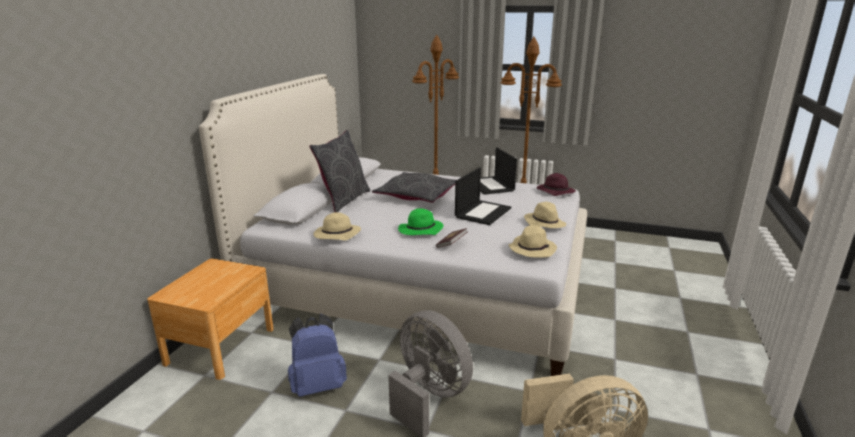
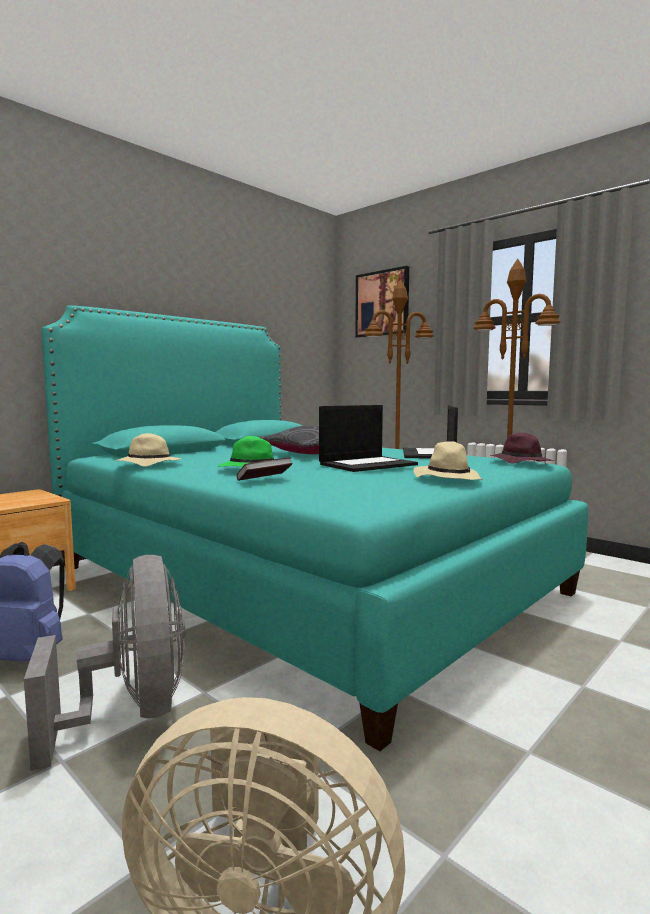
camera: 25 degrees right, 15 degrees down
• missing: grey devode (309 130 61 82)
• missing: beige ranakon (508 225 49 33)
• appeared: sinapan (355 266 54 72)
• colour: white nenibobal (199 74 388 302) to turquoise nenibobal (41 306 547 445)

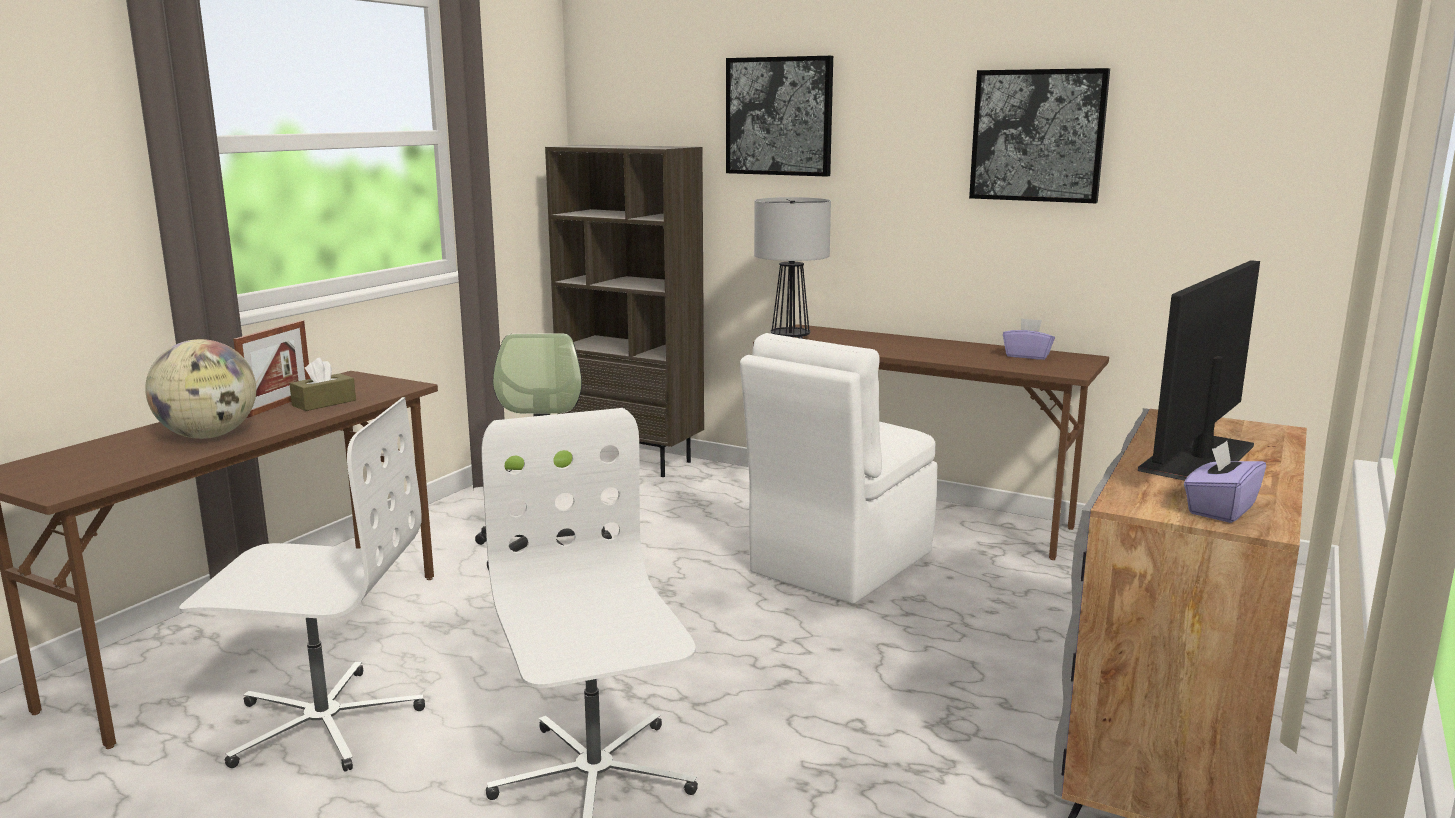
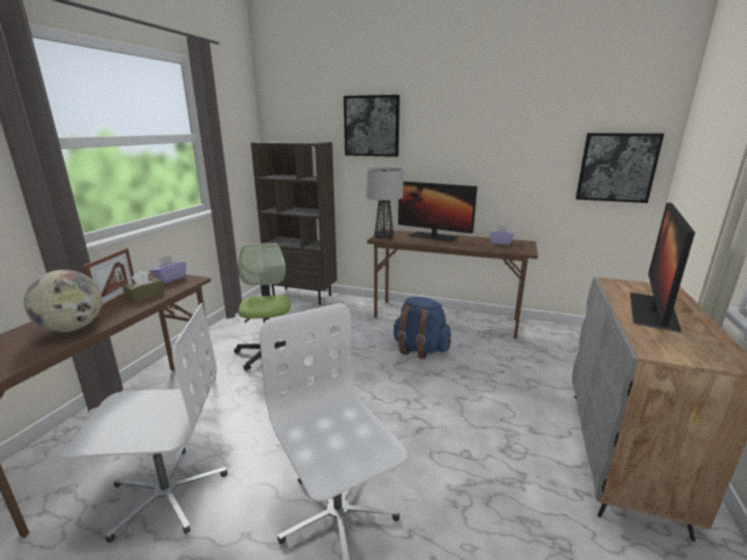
camera: 10 degrees left, 5 degrees up
• appeared: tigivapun (398 181 79 61)
• relocated: sinapan (969 68 141 135) to (576 133 88 70)
• relocated: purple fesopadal (1184 441 82 82) to (150 255 36 28)
• exchanged: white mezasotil (740 333 197 271) to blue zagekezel (394 297 57 62)

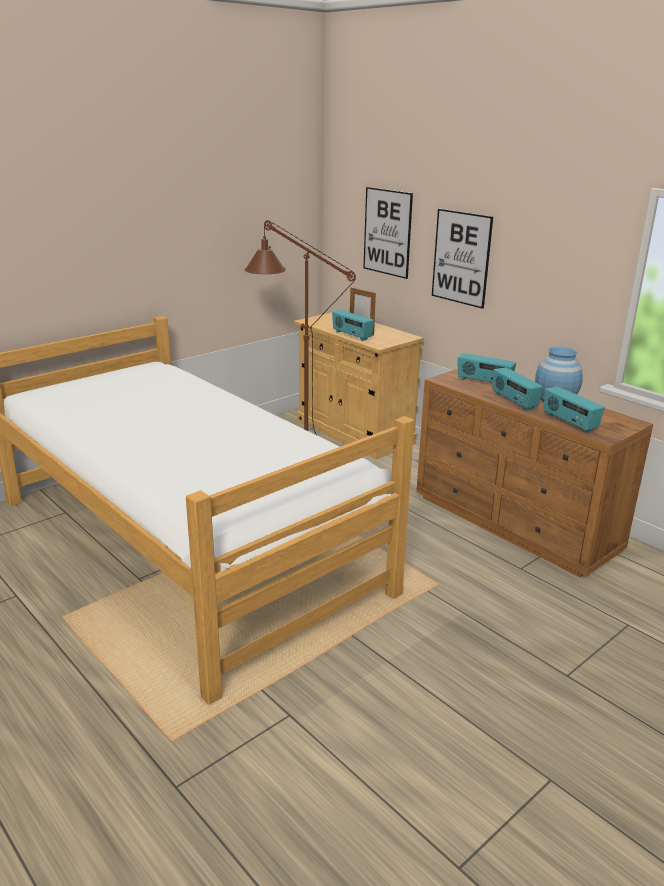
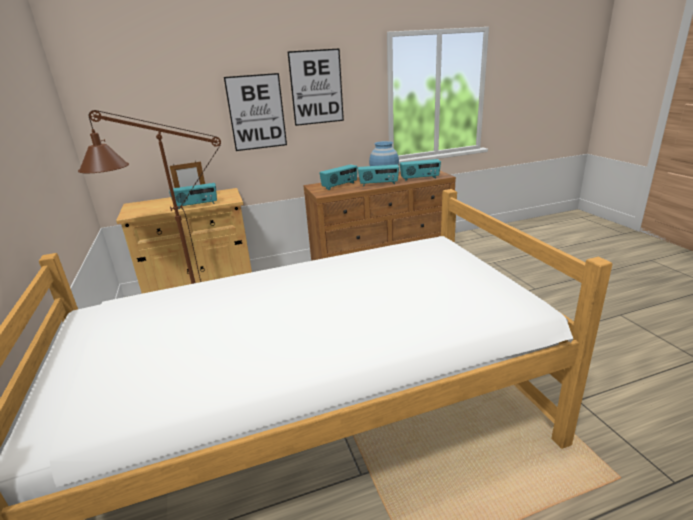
camera: 65 degrees left, 0 degrees up
• relocated: sinapan (363 187 50 92) to (288 48 56 78)

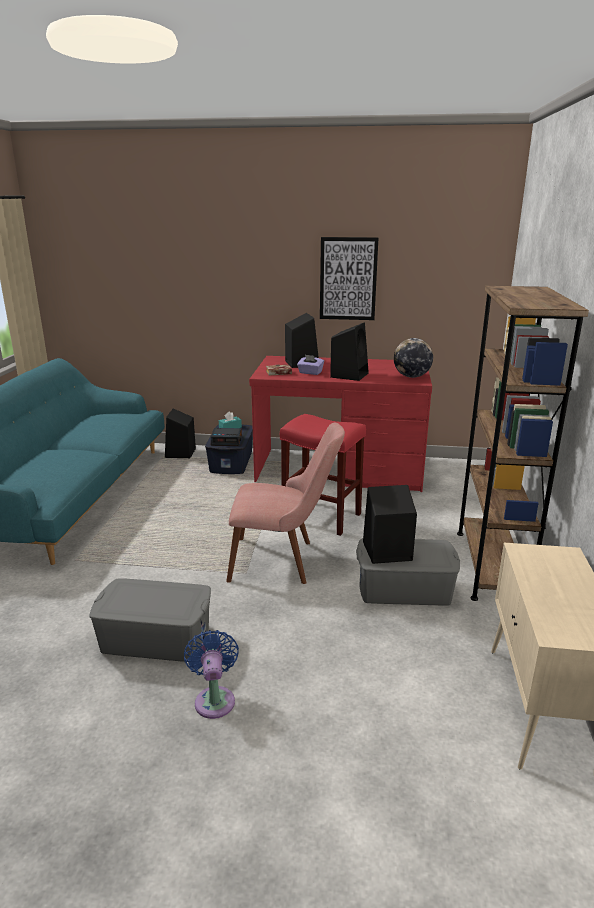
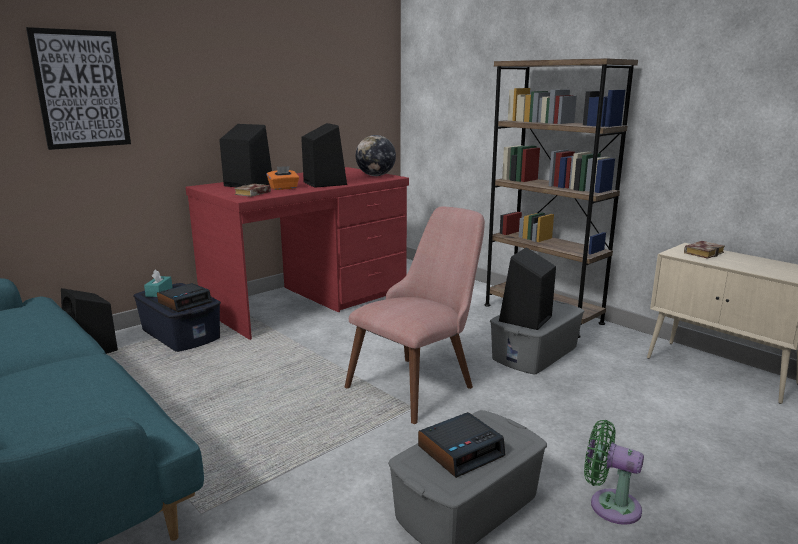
camera: 50 degrees left, 5 degrees down
• missing: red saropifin (280 414 86 122)
• appeared: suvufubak (418 412 87 66)
• appeared: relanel (684 241 41 18)
• relocated: sinapan (320 237 59 83) to (26 27 105 123)
• colour: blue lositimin (184 630 55 89) to green lositimin (584 420 60 105)
• colour: purple fesopadal (297 355 27 20) to orange fesopadal (267 166 32 24)

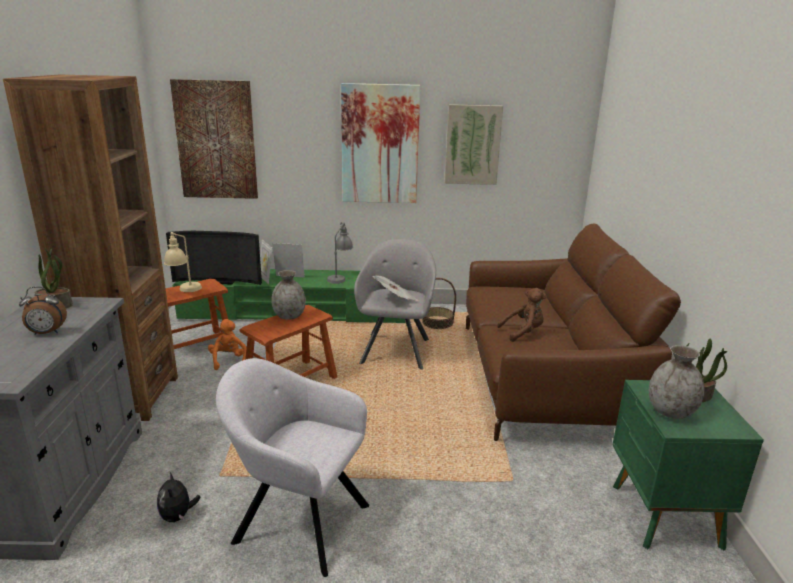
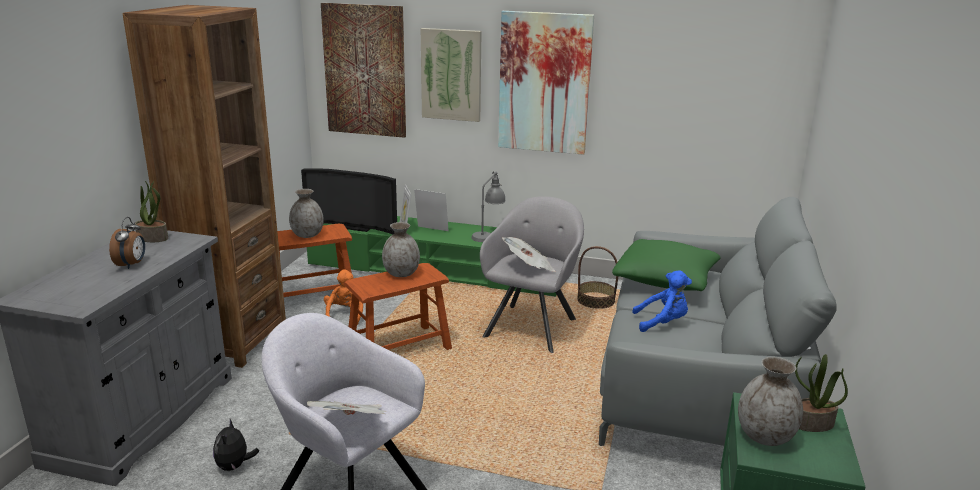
camera: 15 degrees right, 0 degrees up
• appeared: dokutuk (307 401 79 14)
• appeared: green devode (612 239 109 52)
• relocated: sinapan (445 104 58 81) to (421 28 61 94)
• exchanged: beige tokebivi (164 232 38 60) to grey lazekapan (289 189 35 49)
• colour: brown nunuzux (466 224 215 217) to grey nunuzux (599 197 238 249)
• colour: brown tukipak (497 288 50 54) to blue tukipak (632 271 60 61)
• spun: suvufubak (19 287 48 48) = (109 217 36 52) 90 degrees counterclockwise

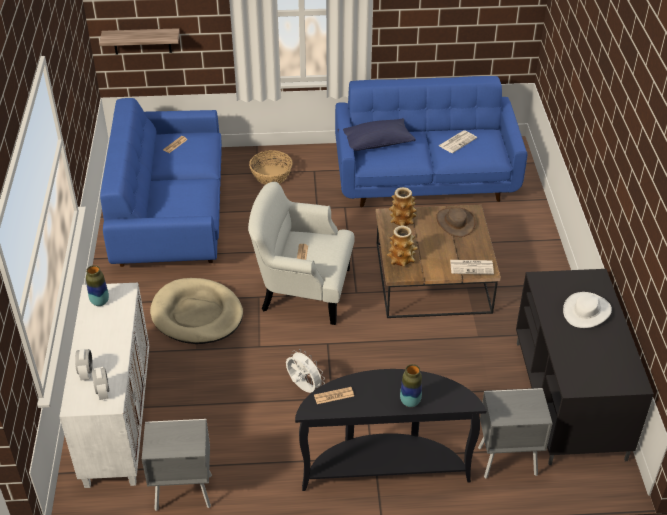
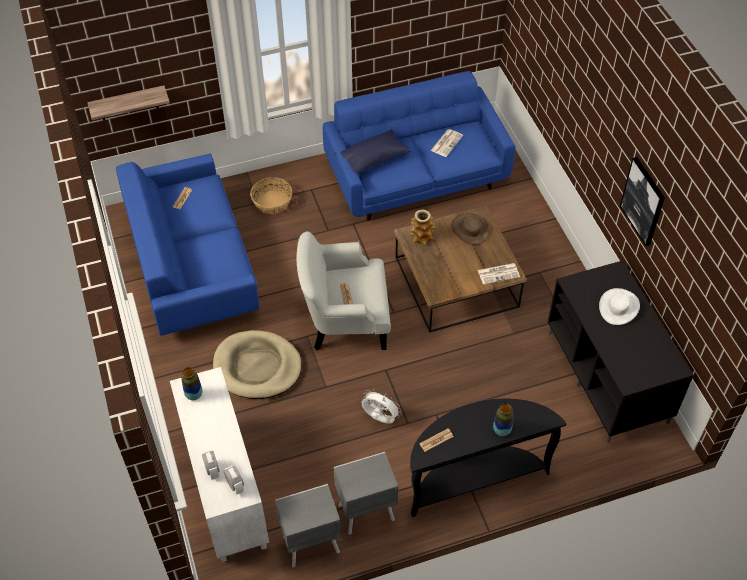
camera: 15 degrees left, 10 degrees up
• missing: lazekapan (387 225 31 42)
• appeared: sinapan (620 157 45 89)
• relocated: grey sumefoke (478 388 75 91) to (334 452 64 83)

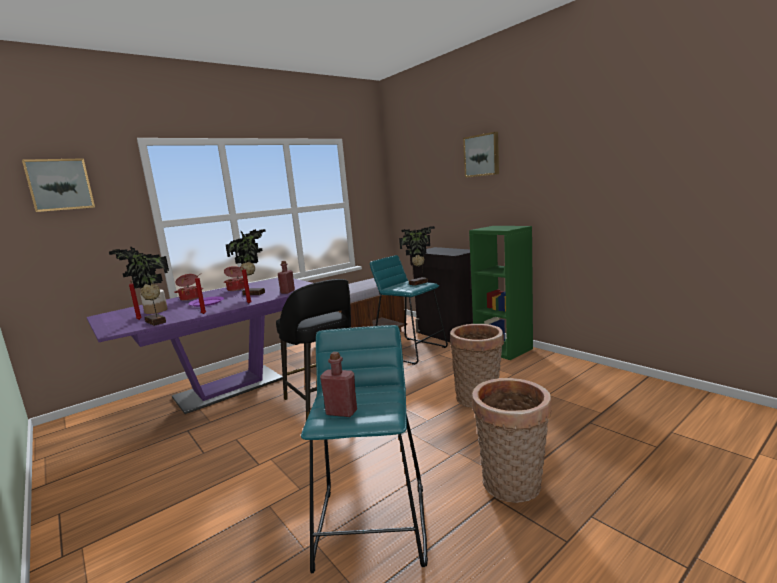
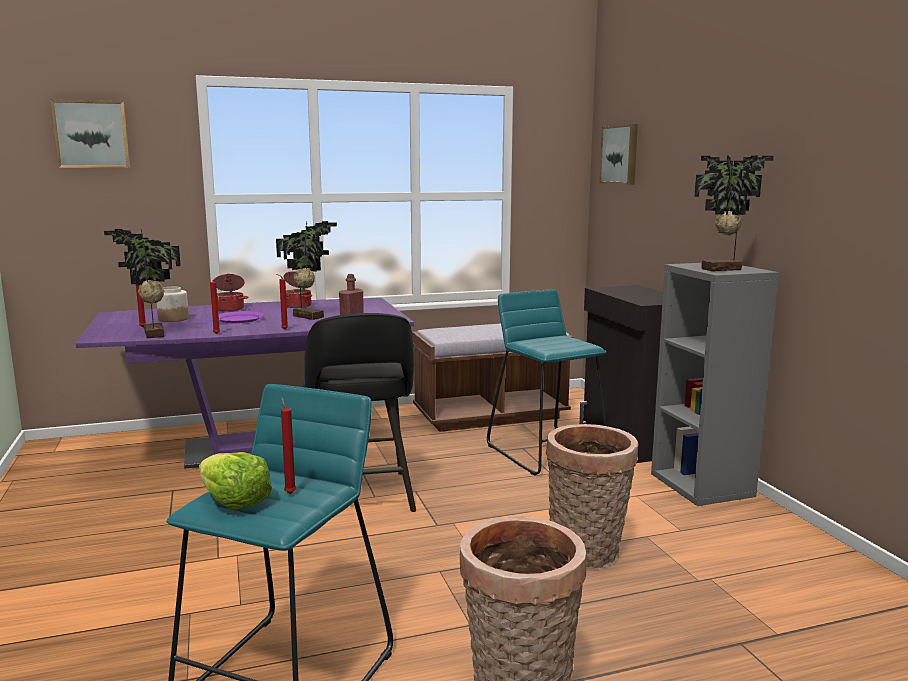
camera: 20 degrees right, 0 degrees up
• appeared: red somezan (281 397 15 97)
• relocated: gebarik (399 226 36 60) to (694 155 80 116)
• relocated: sinapan (463 132 36 46) to (600 124 38 61)
• exchanged: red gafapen (320 352 37 65) to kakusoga (199 452 73 58)
• colour: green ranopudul (469 226 64 134) to grey ranopudul (651 263 128 243)

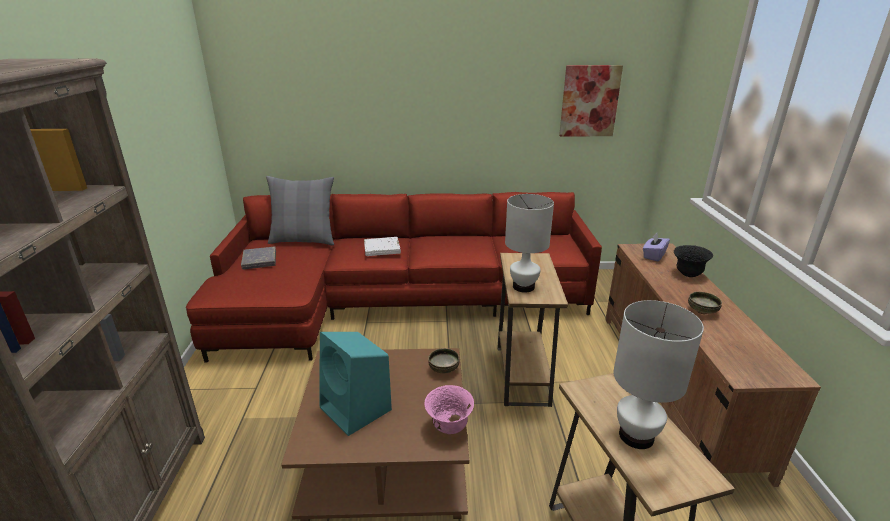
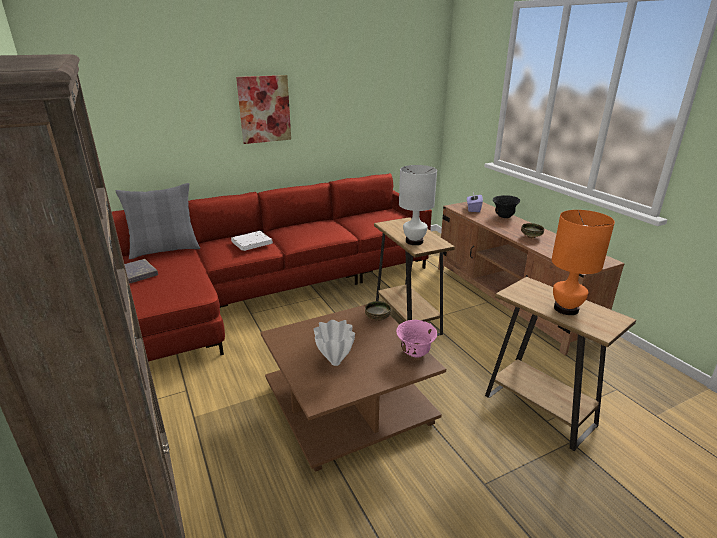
camera: 25 degrees left, 0 degrees up
• relocated: sinapan (559 65 64 72) to (236 75 55 69)
• exchanged: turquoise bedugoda (320 332 72 104) to white lazekapan (314 320 41 46)
• colour: white tokebivi (613 300 91 149) to orange tokebivi (552 210 63 105)

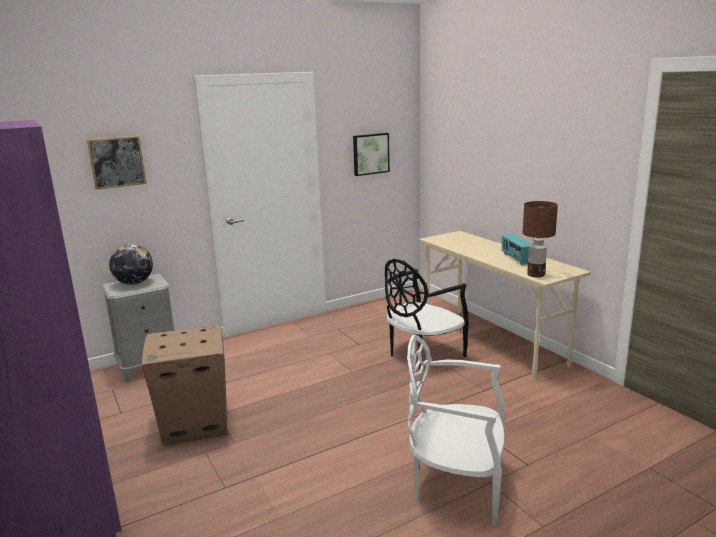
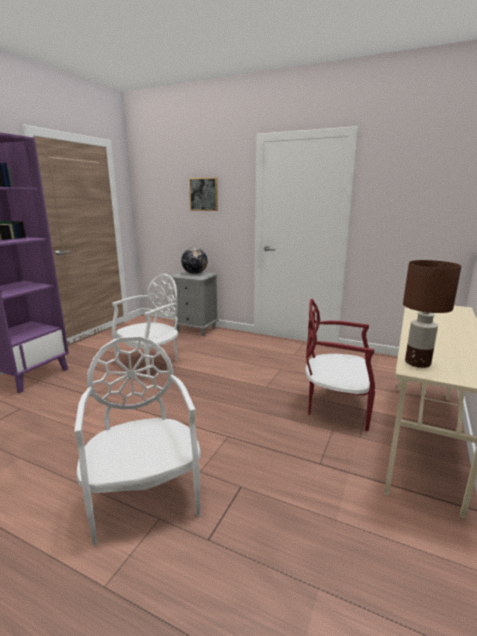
camera: 55 degrees right, 0 degrees up
• missing: sinapan (353 133 37 43)
• missing: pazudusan (502 234 29 31)
• exchanged: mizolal (142 325 86 121) to white mezasotil (112 274 66 101)
• colour: black mezasotil (385 259 84 111) to red mezasotil (305 299 70 132)

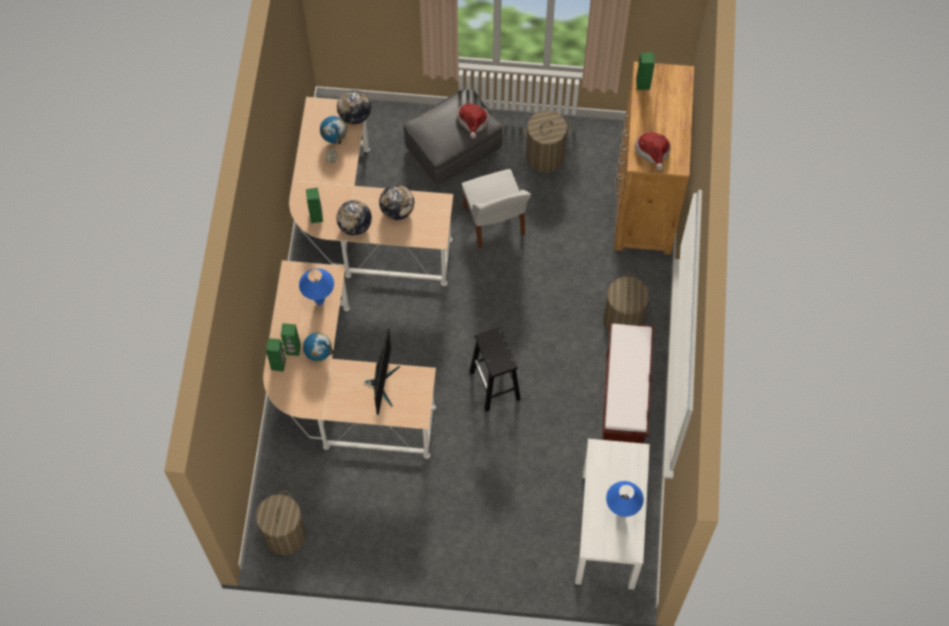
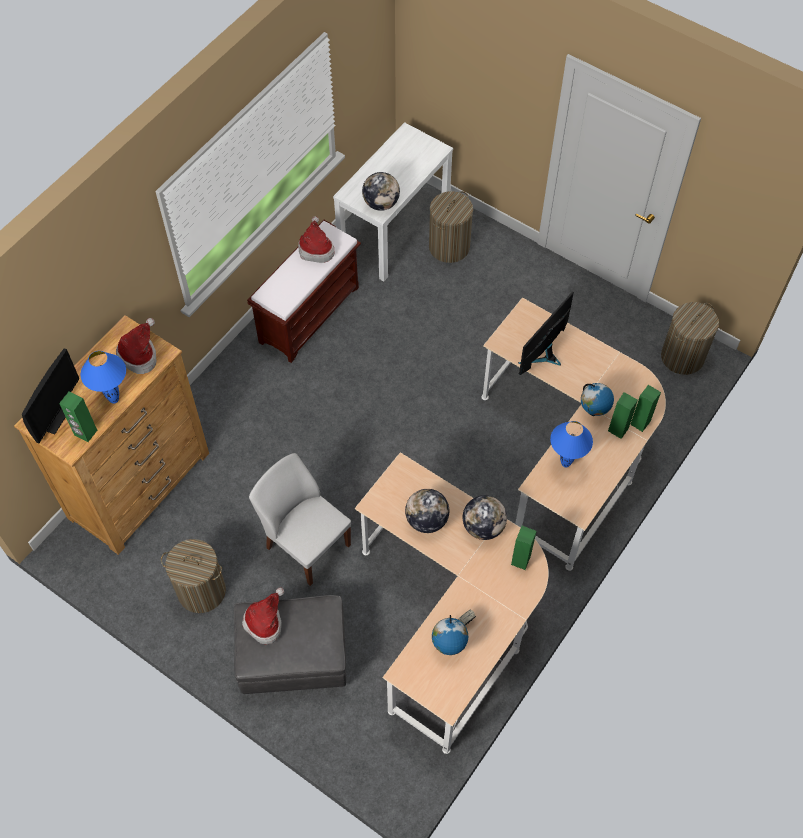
camera: 150 degrees left, 5 degrees down
• missing: black saropifin (469 326 52 86)
• appeared: tigivapun (22 349 57 94)
• appeared: ranakon (298 216 36 47)
• relocated: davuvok (337 90 34 34) to (362 172 38 39)
• relocated: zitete (603 273 46 59) to (429 191 44 72)
• relocated: blue tokebivi (606 481 38 36) to (80 351 46 53)
• spun: white mezasotil (462 169 69 80) = (249 453 102 133) 60 degrees counterclockwise

